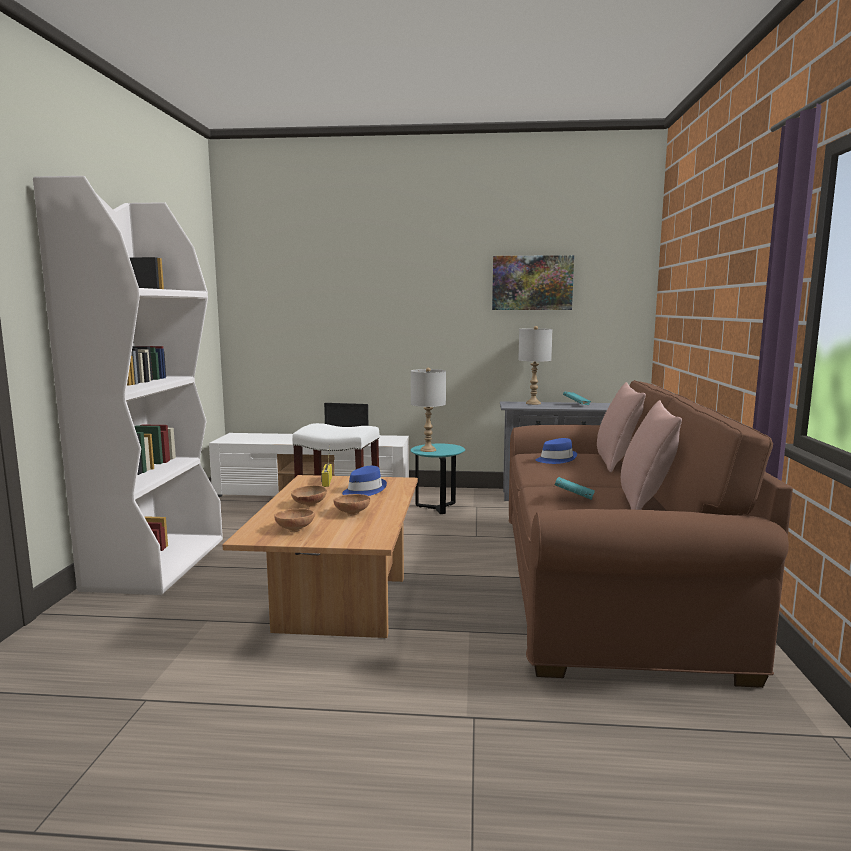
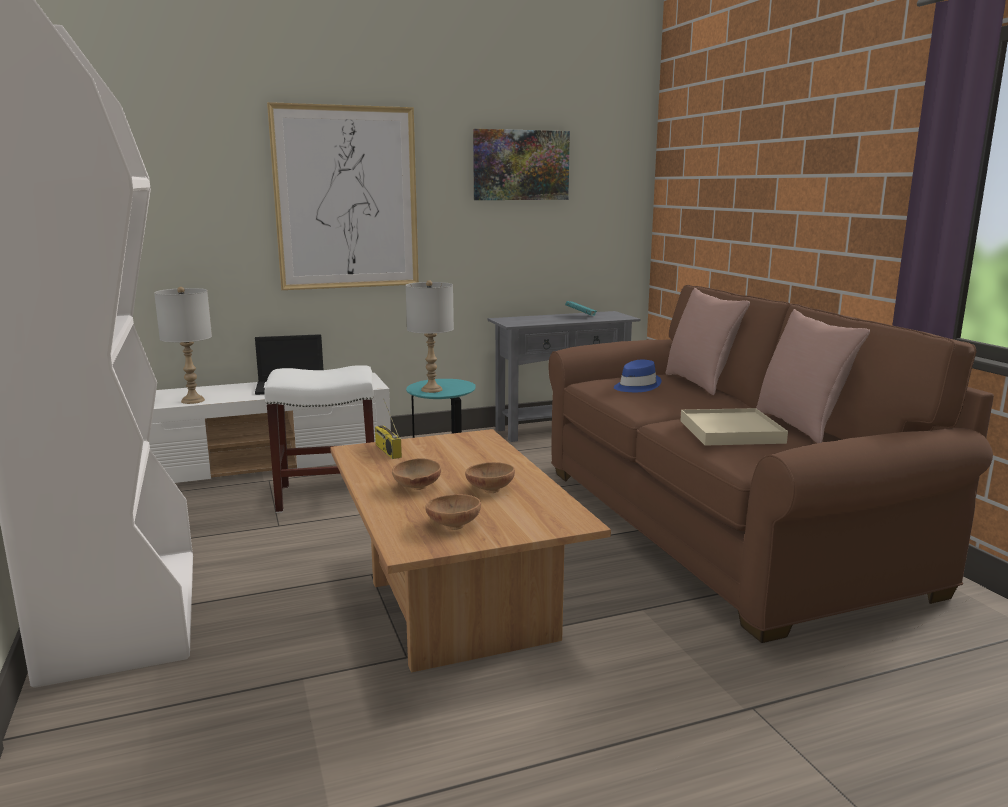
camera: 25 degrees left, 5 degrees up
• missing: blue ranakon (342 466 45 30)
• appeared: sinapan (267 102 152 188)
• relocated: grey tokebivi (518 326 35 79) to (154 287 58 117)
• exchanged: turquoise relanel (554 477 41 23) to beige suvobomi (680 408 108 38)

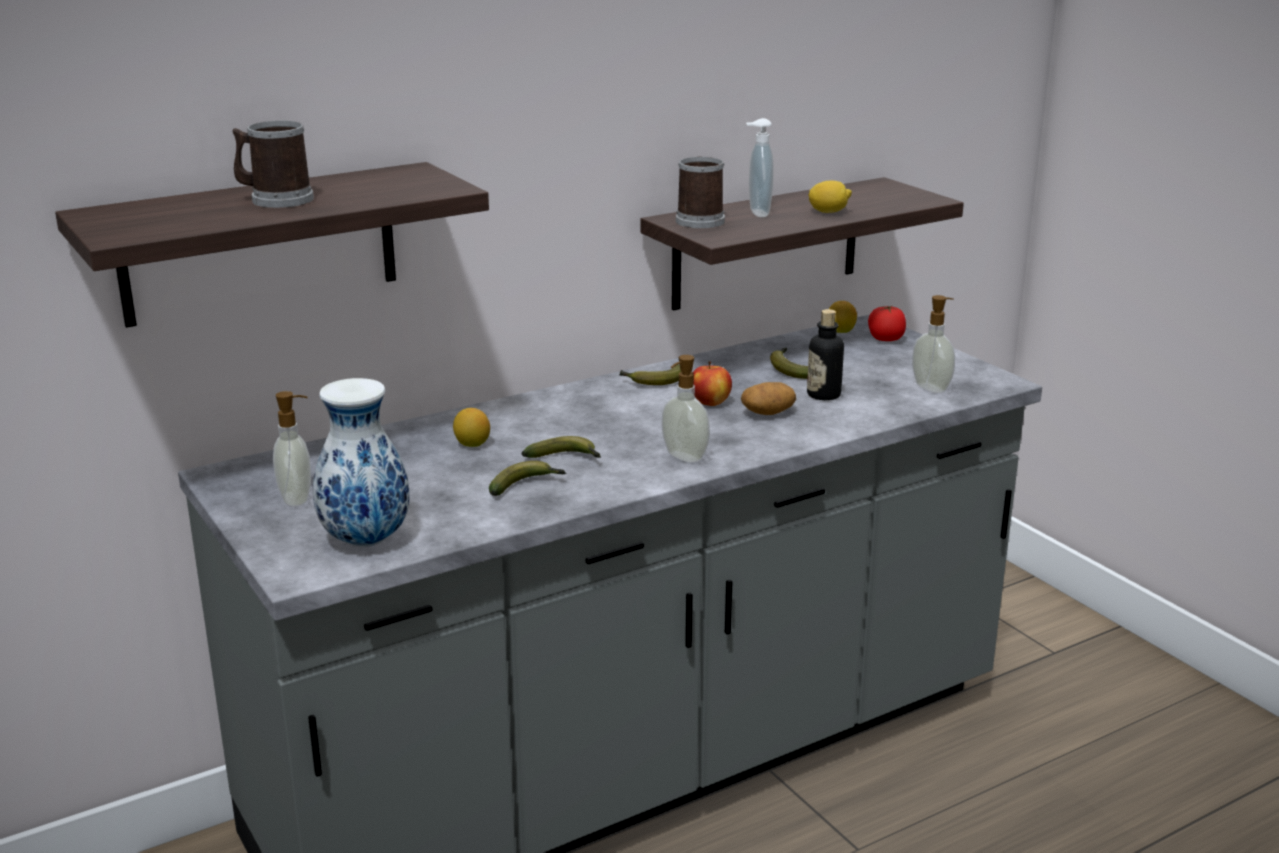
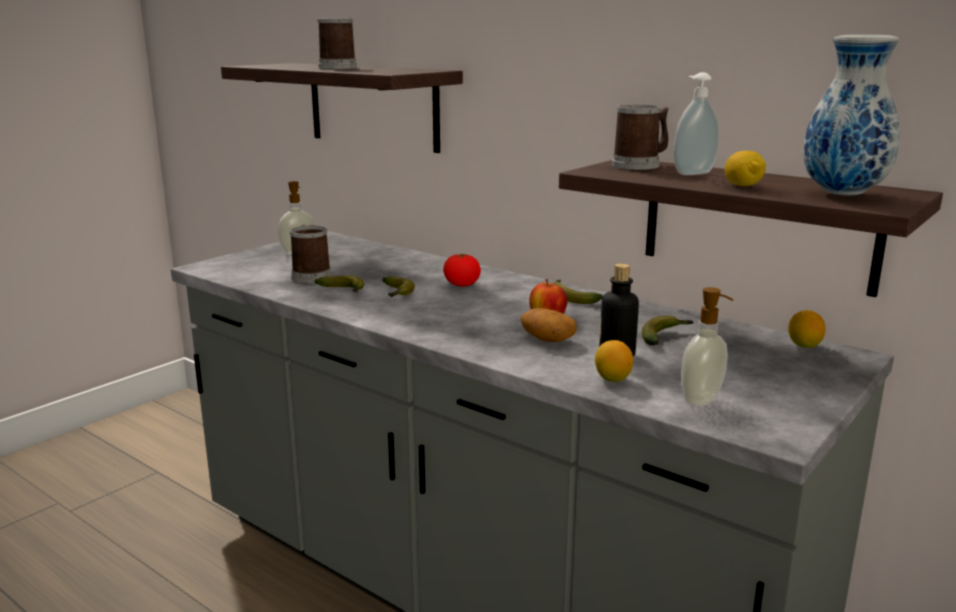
camera: 70 degrees right, 5 degrees down
• missing: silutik (661 355 49 108)
• appeared: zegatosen (290 225 42 58)
• relocated: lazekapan (313 378 97 169) to (803 35 97 161)
• relocated: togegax (453 408 37 39) to (595 340 38 42)
• relocated: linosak (868 306 38 35) to (443 254 38 32)

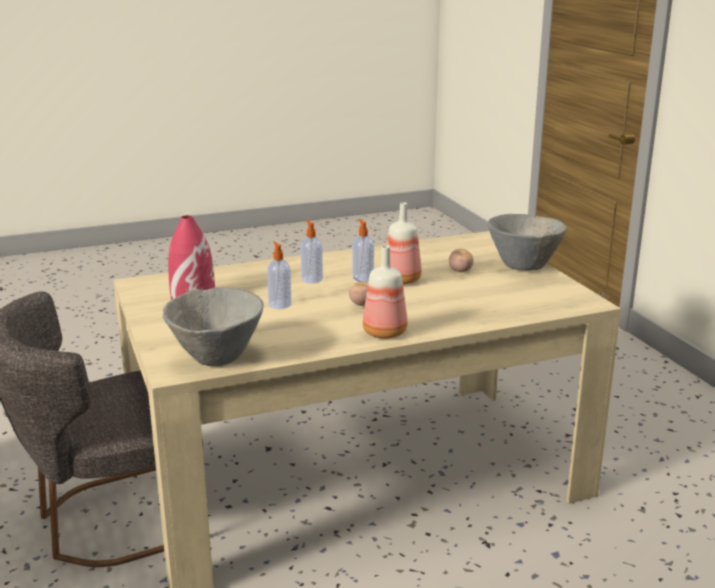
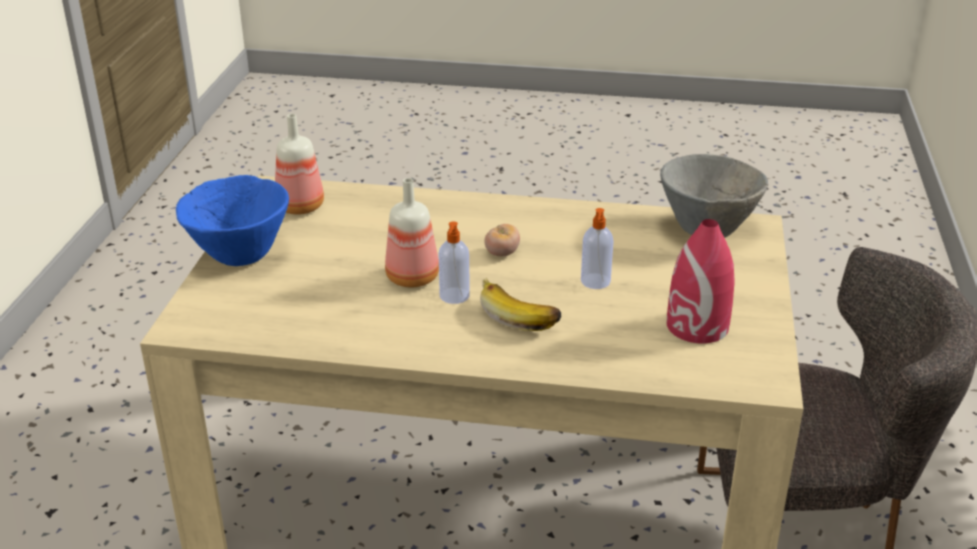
camera: 150 degrees left, 10 degrees up
• missing: linosak (449 249 25 23)
• relocated: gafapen (363 245 45 94) to (275 114 49 101)
• exchanged: silutik (301 220 22 63) to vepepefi (480 278 81 53)
• colour: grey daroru (488 214 79 56) to blue daroru (176 175 113 91)

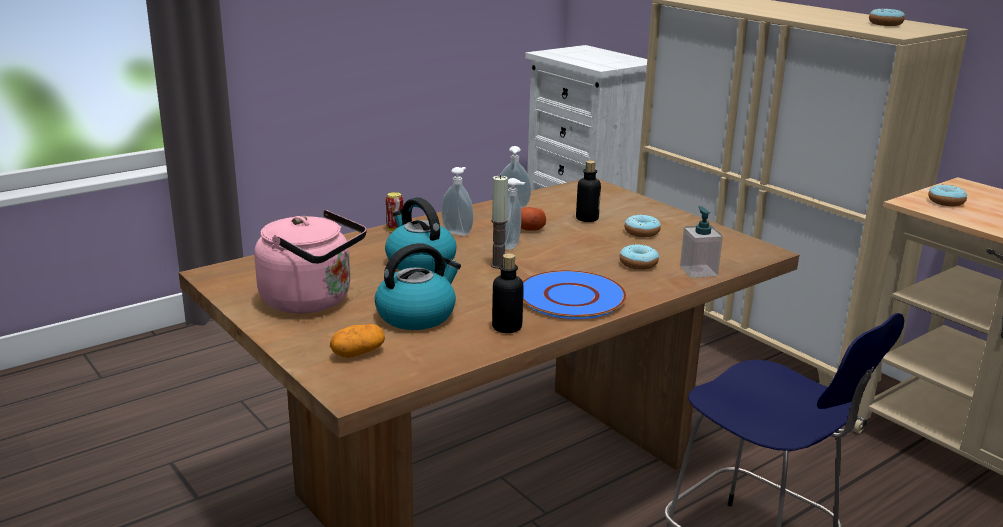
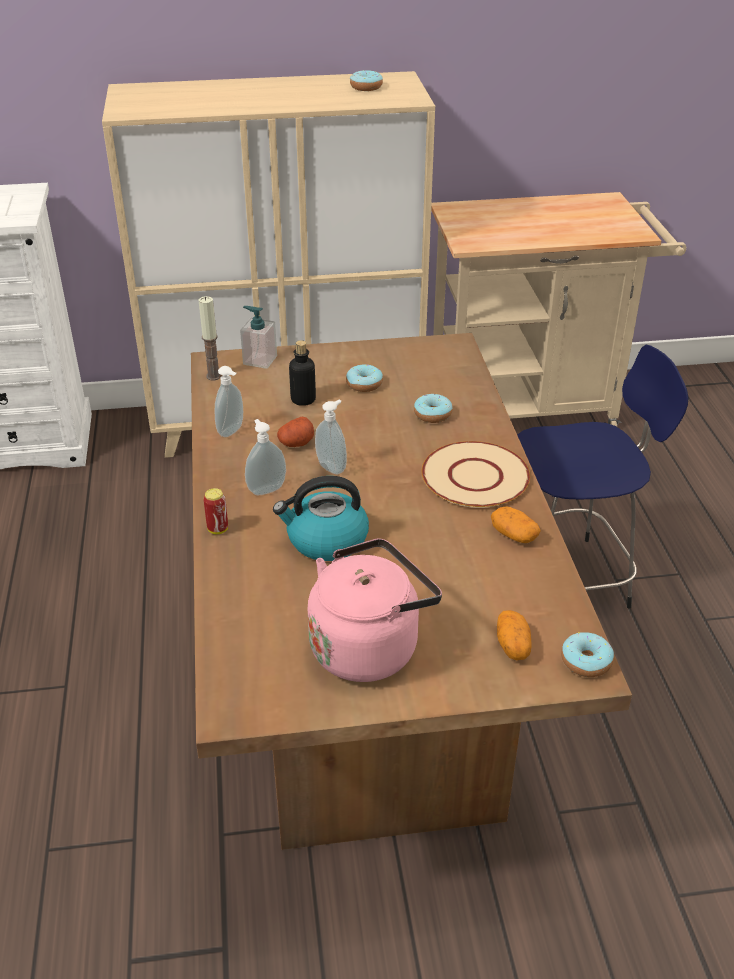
camera: 60 degrees left, 15 degrees up
• missing: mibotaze (375 243 86 87)
• relocated: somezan (491 175 17 94) to (198 296 23 84)
• relocated: silutik (680 206 43 72) to (240 306 37 63)
• relocated: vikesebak (928 184 39 22) to (561 632 53 45)
• exchanged: gafapen (492 253 32 80) to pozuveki (491 506 50 37)
• colour: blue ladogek (523 270 104 49) to beige ladogek (422 441 108 67)

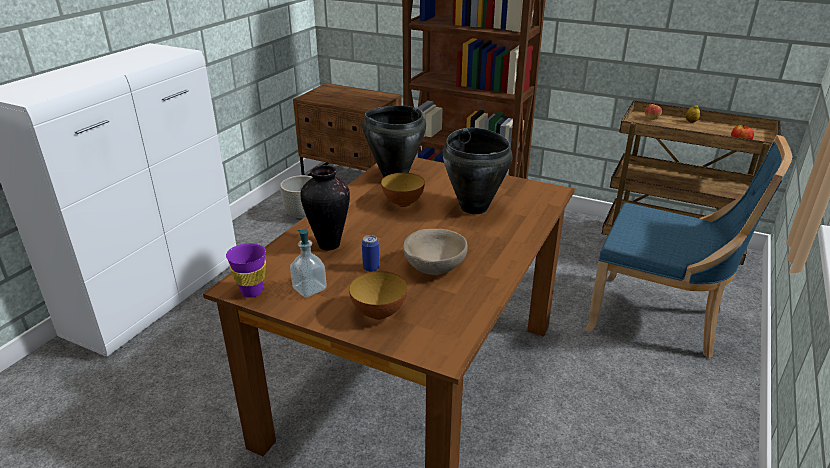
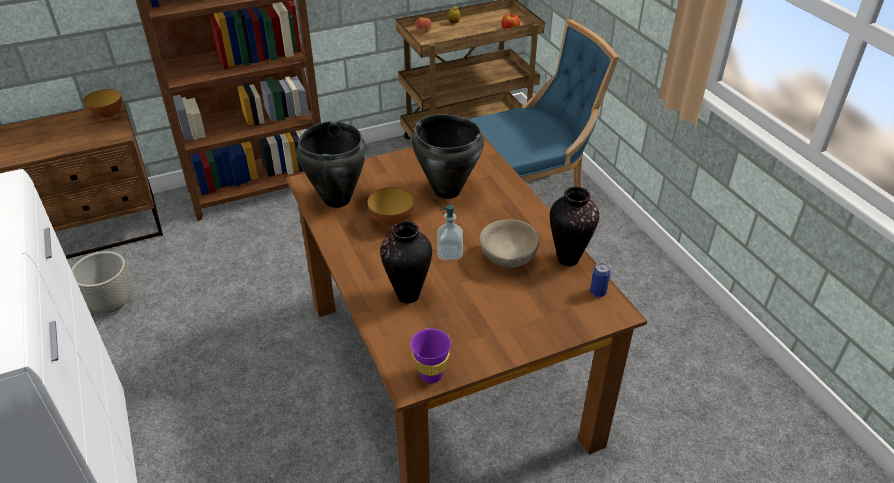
camera: 50 degrees left, 10 degrees up
• appeared: lazekapan (550 187 49 79)
• relocated: silutik (290 229 37 68) to (437 205 26 55)
• relocated: daroru (349 271 58 49) to (84 89 38 30)
• relocated: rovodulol (362 235 18 37) to (590 263 21 34)

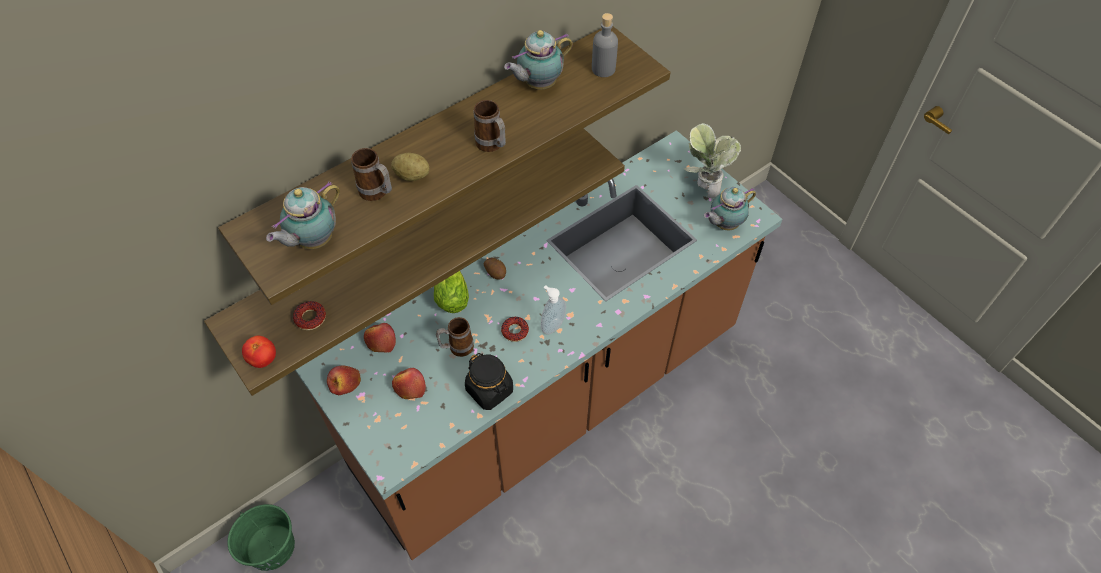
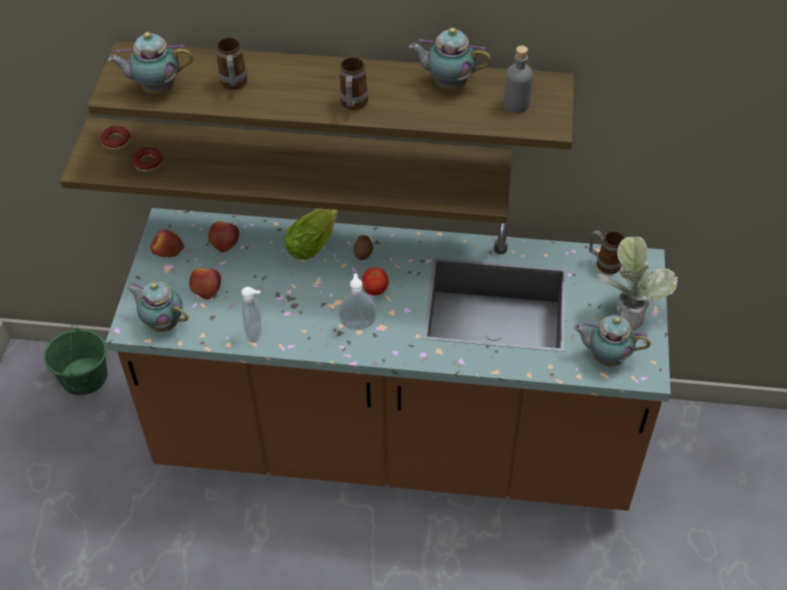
camera: 45 degrees right, 5 degrees down
• missing: pozuveki (391 153 39 28)
• appeared: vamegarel (126 281 62 51)
• relocated: linosak (242 336 34 32) to (362 267 27 28)
• relocated: zegatosen (436 317 38 40) to (589 230 36 44)
• relocated: vikesebak (501 317 28 25) to (100 126 30 24)
• exchanged: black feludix (465 353 48 57) to silutik (241 287 20 56)

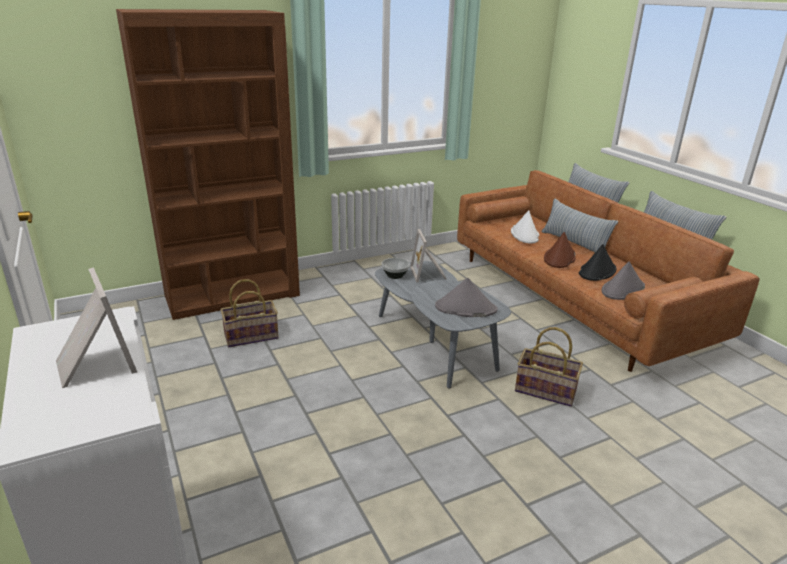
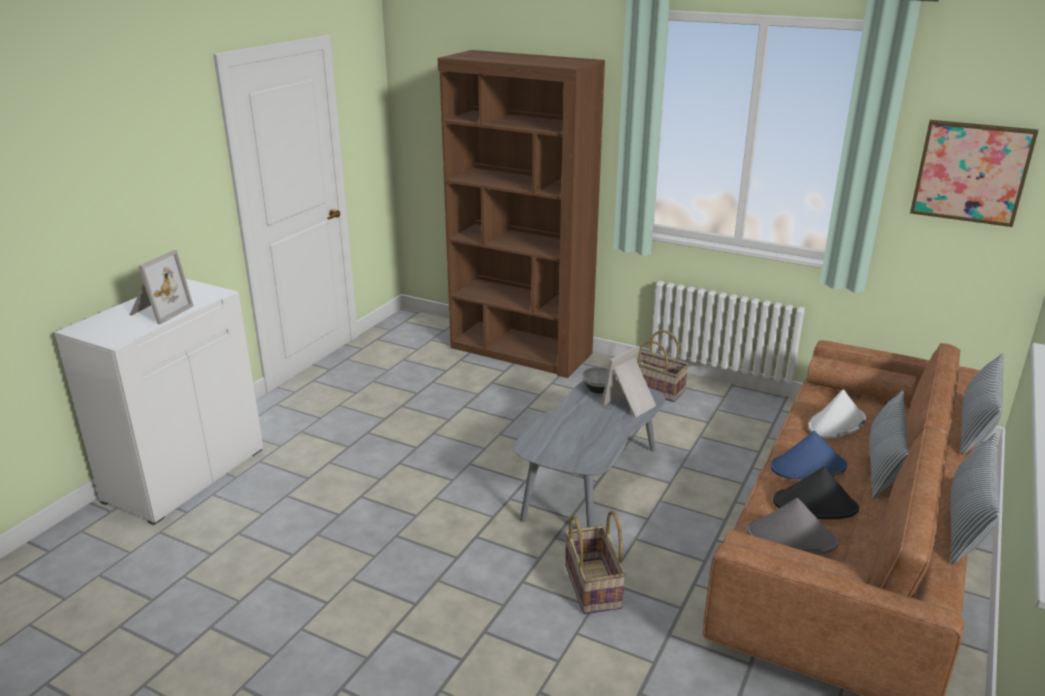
camera: 55 degrees right, 0 degrees up
• missing: grey ranakon (435 278 63 39)
• appeared: sinapan (910 120 128 107)
• relocated: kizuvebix (220 279 59 68) to (637 330 52 72)
• colour: brown ranakon (544 232 32 36) to blue ranakon (771 431 76 48)

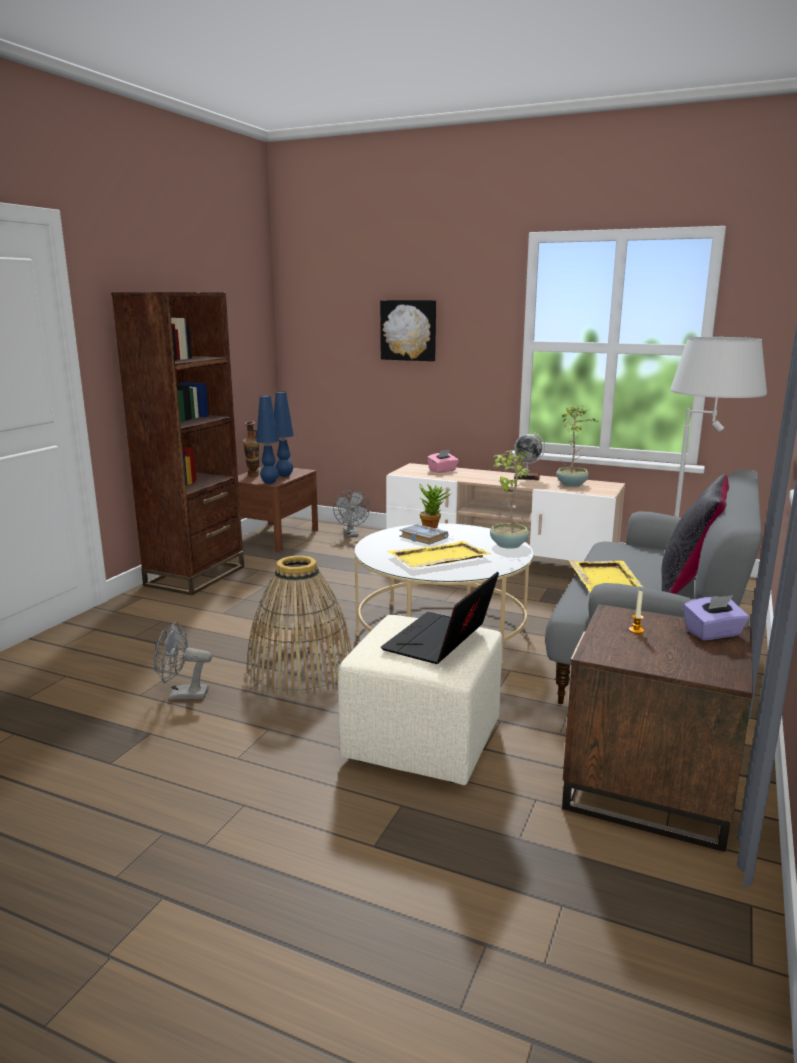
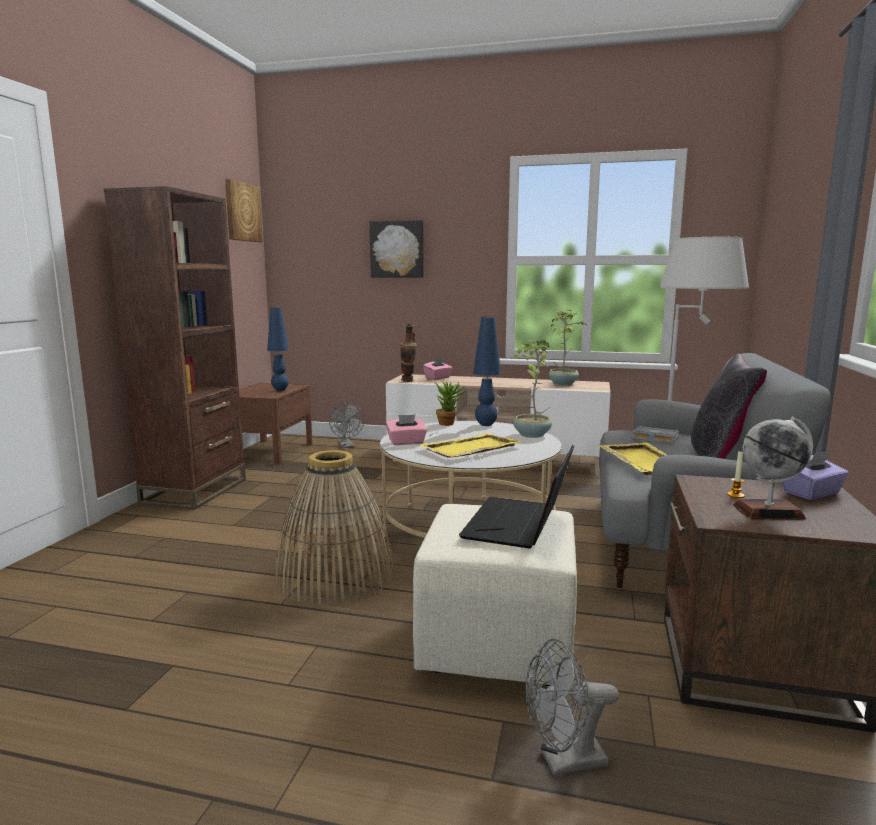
camera: 10 degrees left, 5 degrees down
• appeared: sinapan (225 179 38 63)
• appeared: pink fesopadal (386 415 41 30)
• relocated: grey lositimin (153 621 59 79) to (526 638 93 138)
• relocated: lazekapan (243 421 16 56) to (400 324 17 58)
• relocated: blue tokebivi (256 395 23 89) to (473 317 28 109)
• relocated: grey relanel (399 524 49 21) to (631 426 48 18)
• relocated: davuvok (514 433 31 47) to (733 417 80 102)

